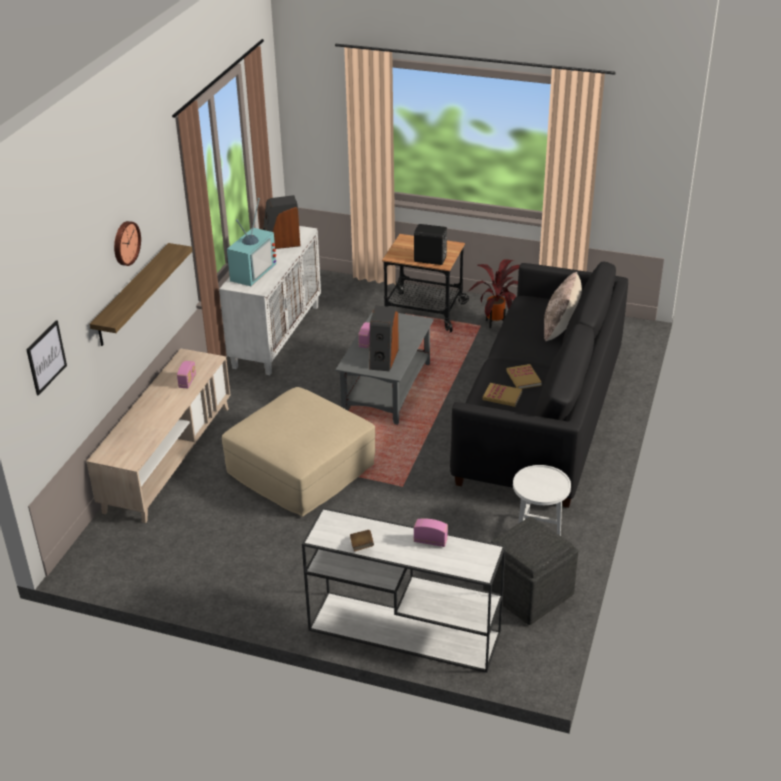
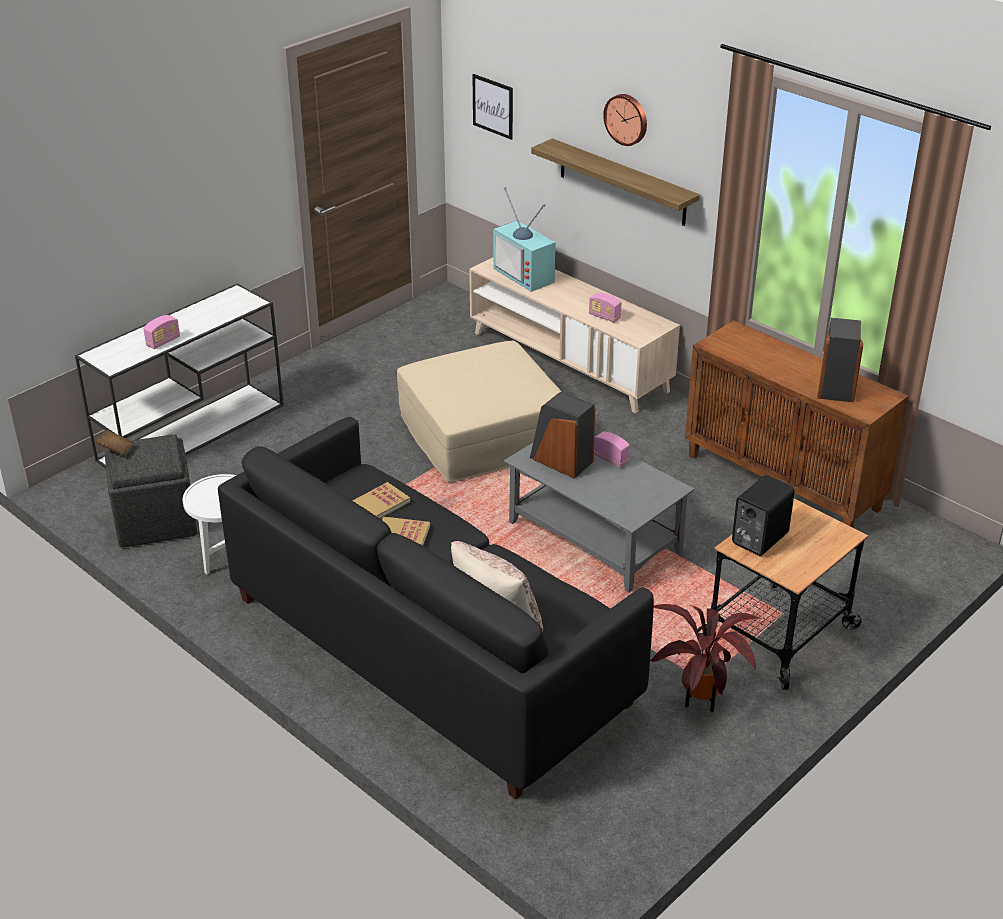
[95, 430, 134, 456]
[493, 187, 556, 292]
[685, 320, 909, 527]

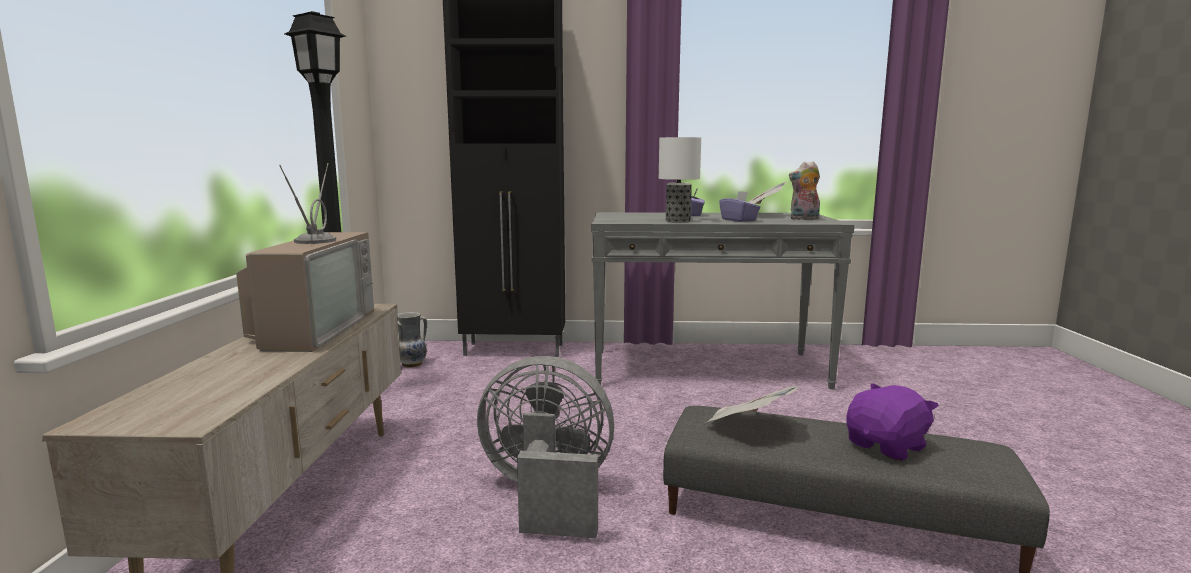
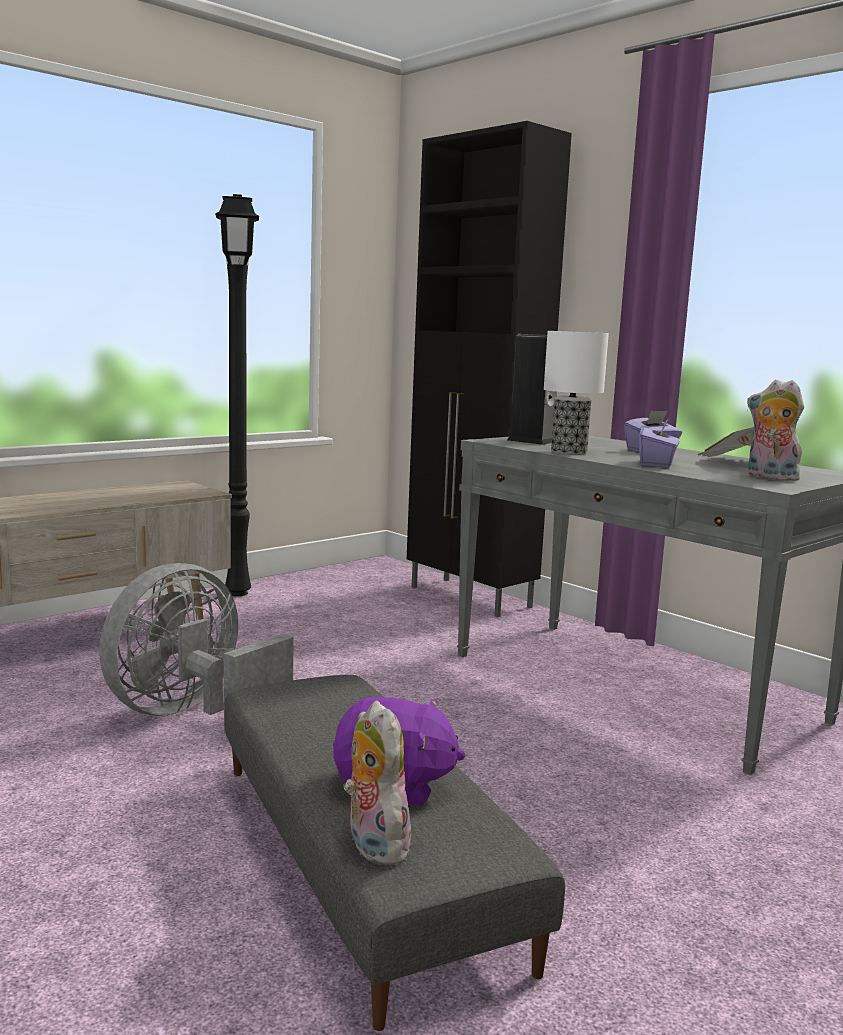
[99, 563, 294, 733]
[344, 701, 415, 865]
[507, 334, 557, 445]
[236, 163, 374, 352] (first image)
[397, 312, 427, 368] (first image)
[707, 386, 798, 422] (first image)

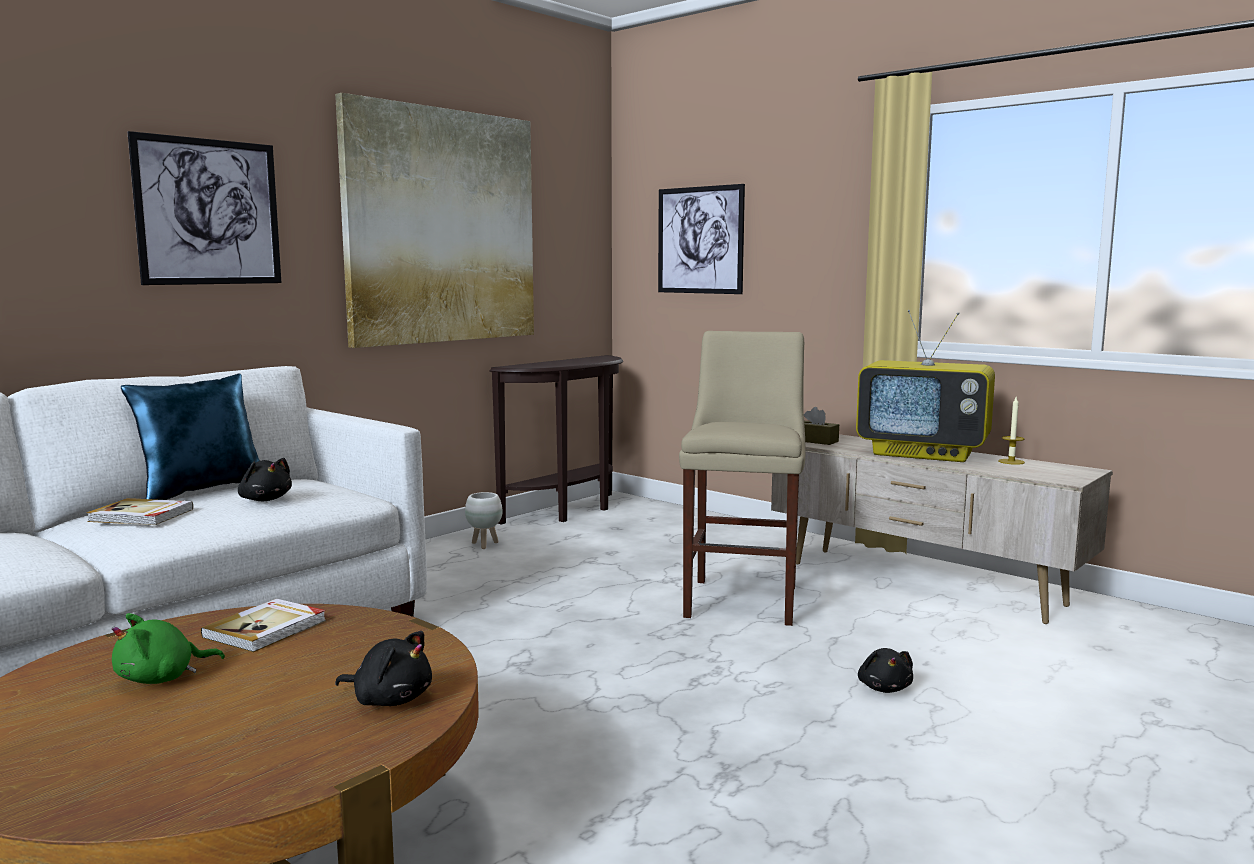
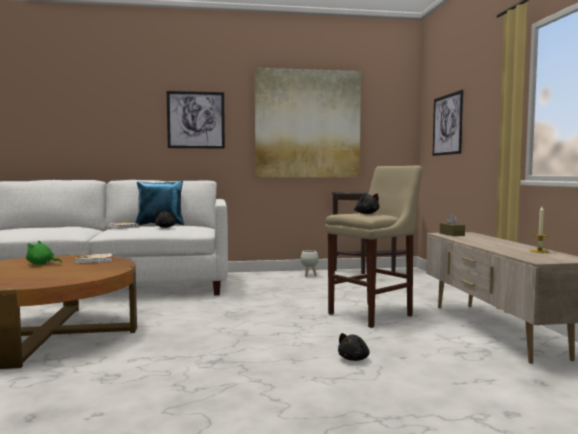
[354, 193, 380, 214]
[856, 310, 995, 462] (first image)

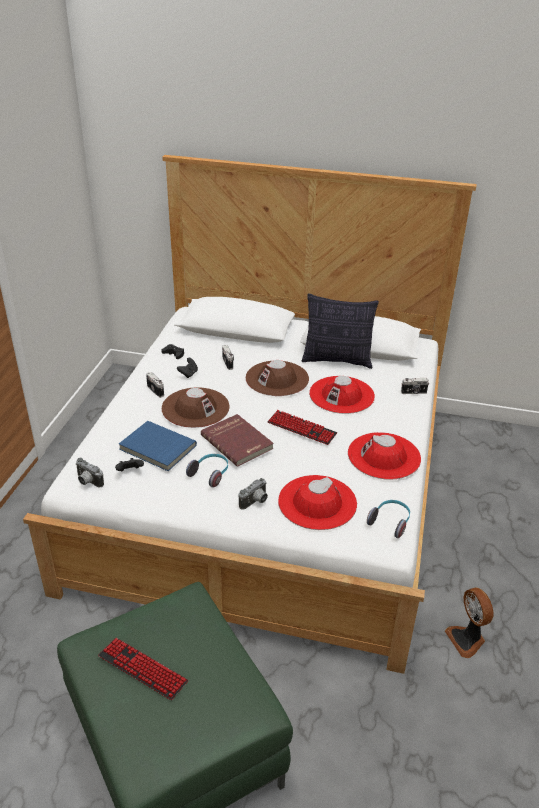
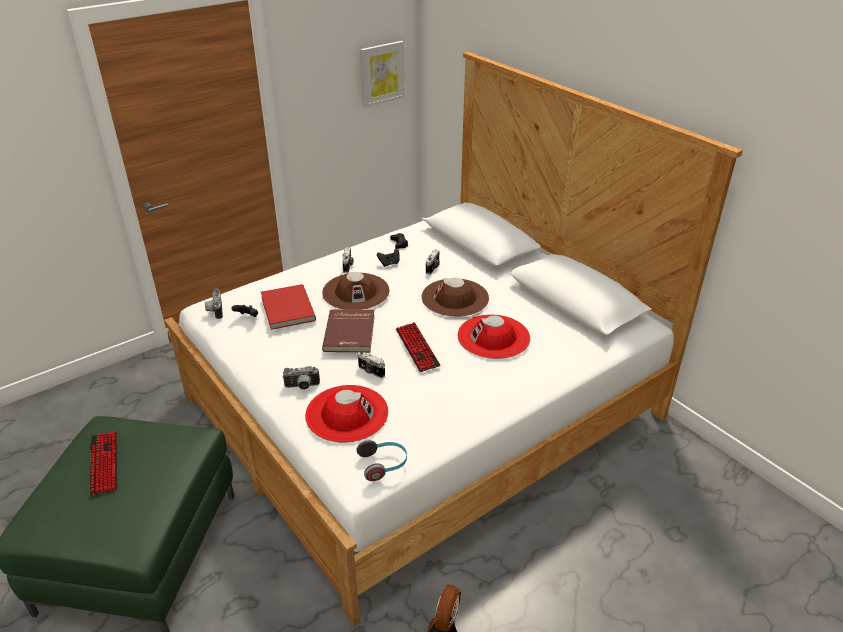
[261, 284, 316, 330]
[358, 351, 385, 378]
[360, 41, 405, 108]
[186, 454, 228, 488] (first image)
[302, 293, 379, 369] (first image)
[348, 432, 421, 480] (first image)

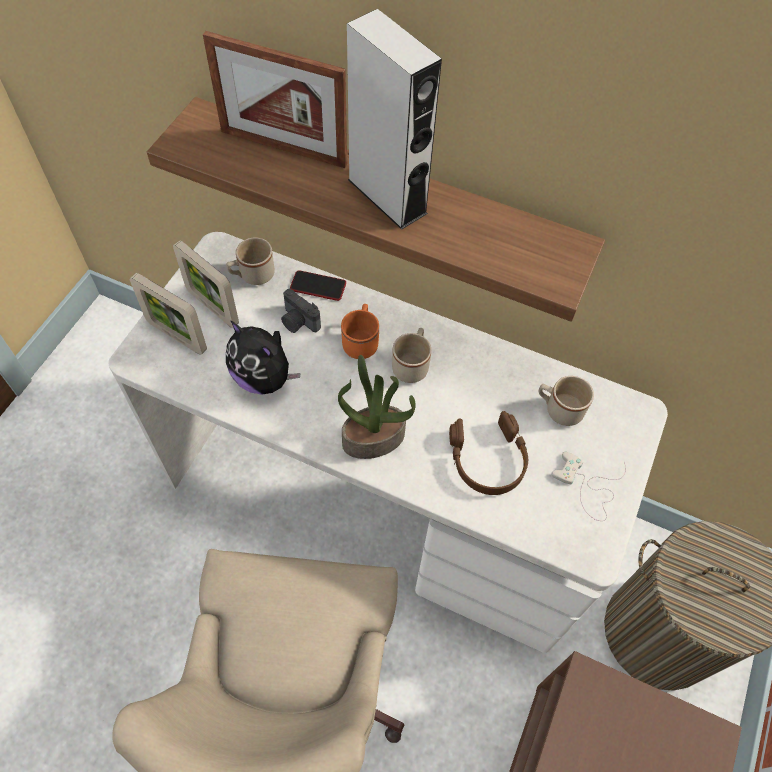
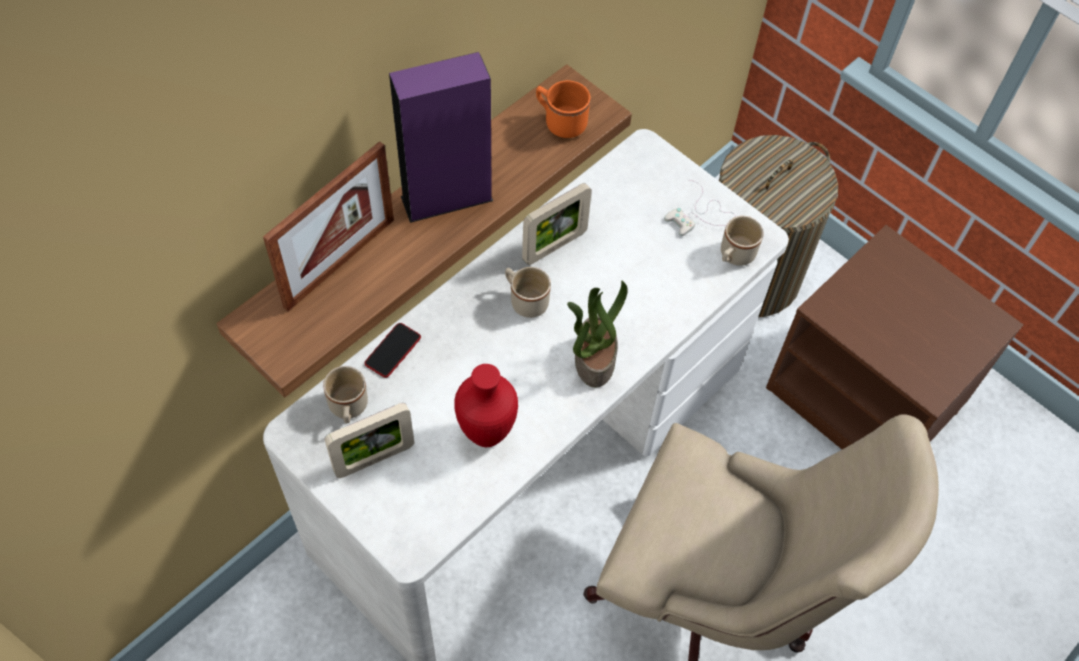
[389, 52, 493, 223]
[454, 364, 518, 447]
[522, 183, 592, 265]
[536, 80, 591, 138]
[721, 216, 764, 266]
[281, 289, 321, 333] (first image)
[449, 411, 528, 495] (first image)

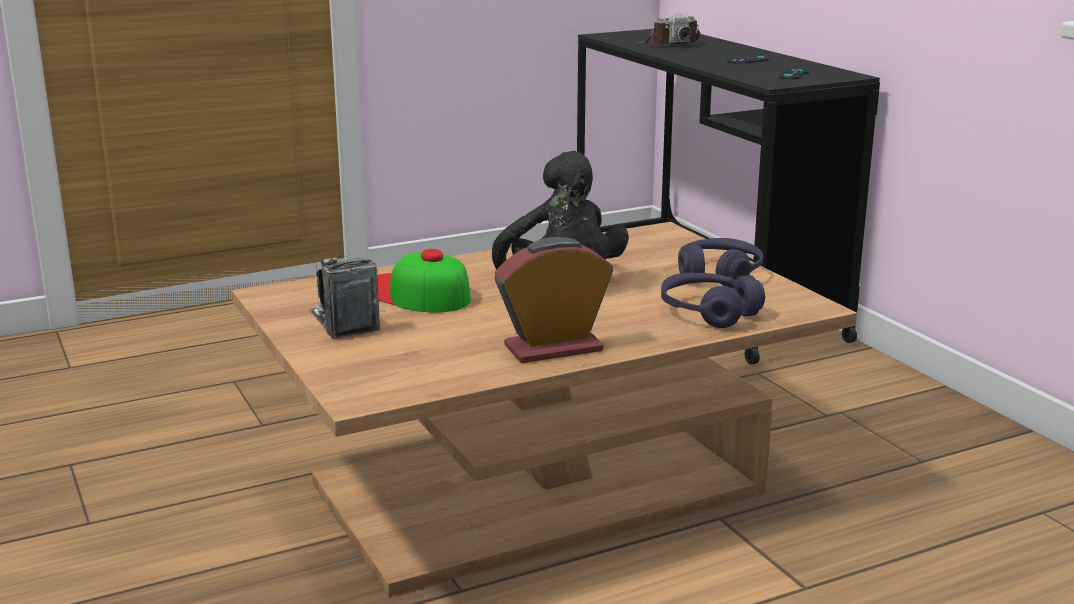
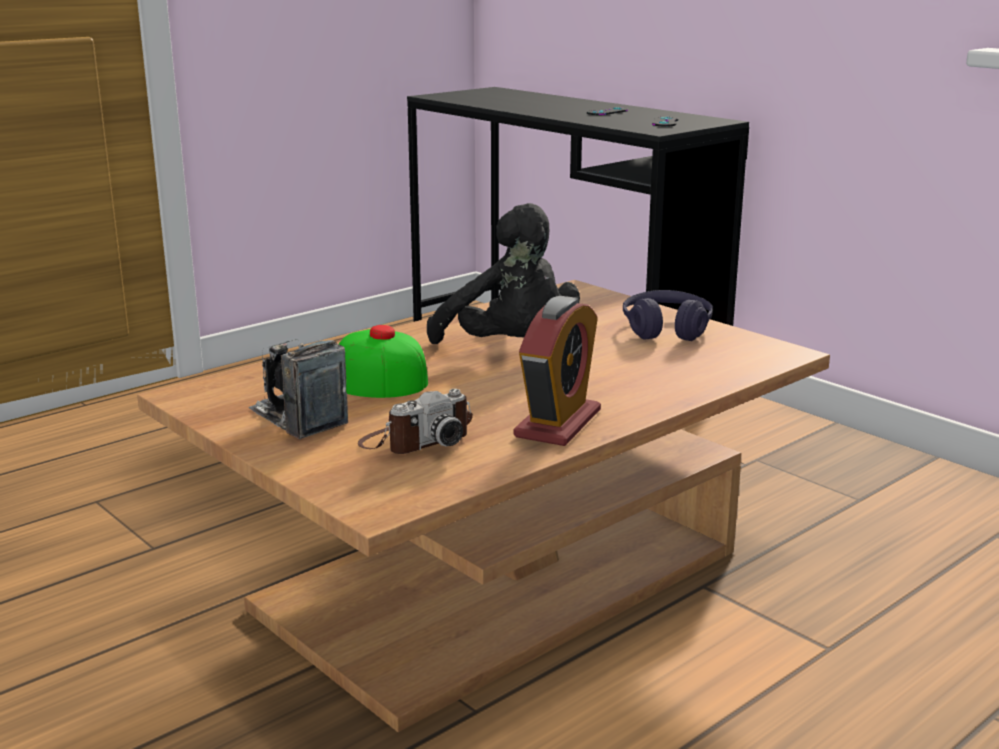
[358, 389, 473, 454]
[514, 296, 601, 446]
[661, 273, 765, 328] (first image)

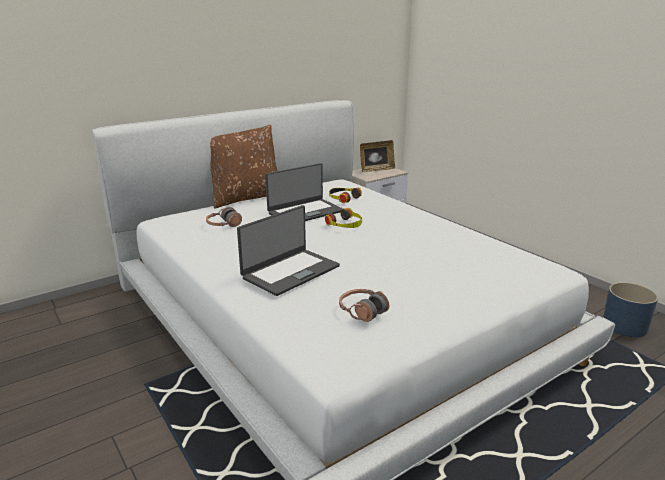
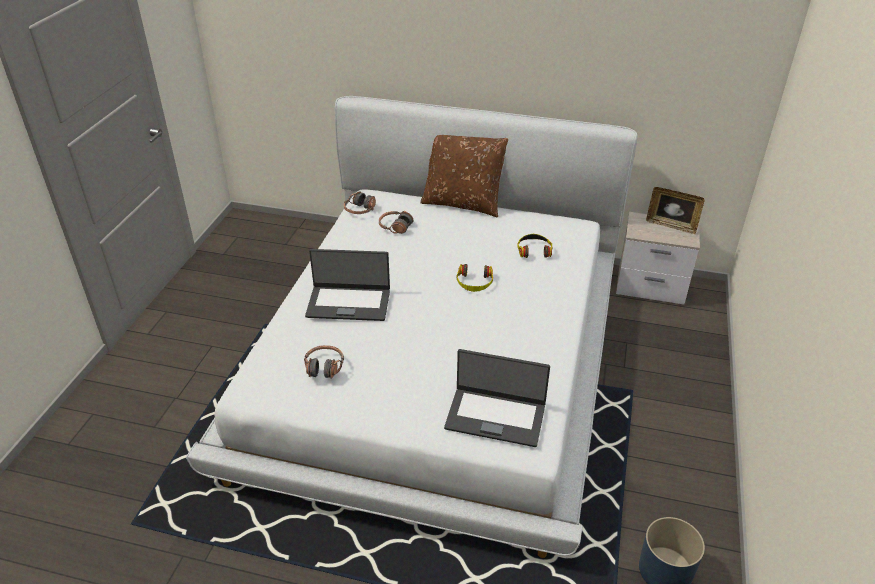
[344, 191, 376, 214]
[444, 349, 550, 447]

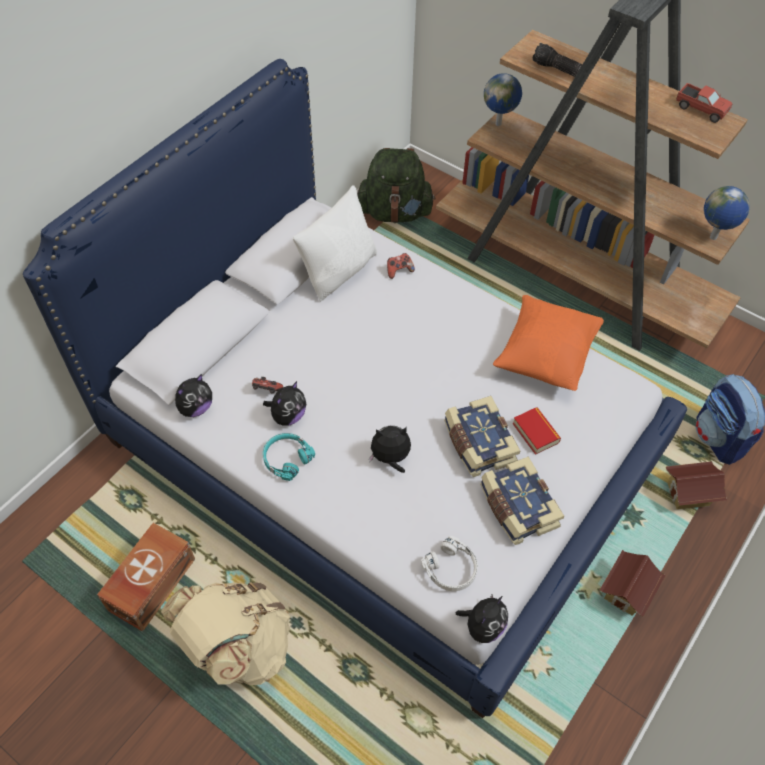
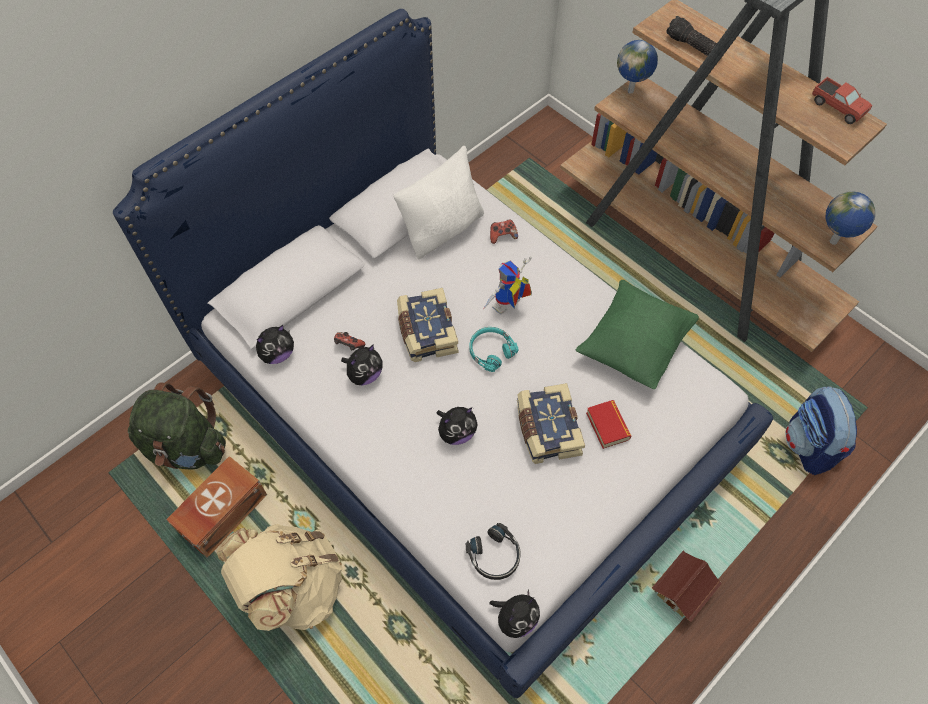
[128, 382, 226, 470]
[397, 288, 458, 362]
[436, 407, 478, 445]
[466, 523, 521, 580]
[469, 327, 519, 372]
[482, 256, 532, 315]
[576, 280, 699, 389]
[666, 461, 727, 509] (first image)

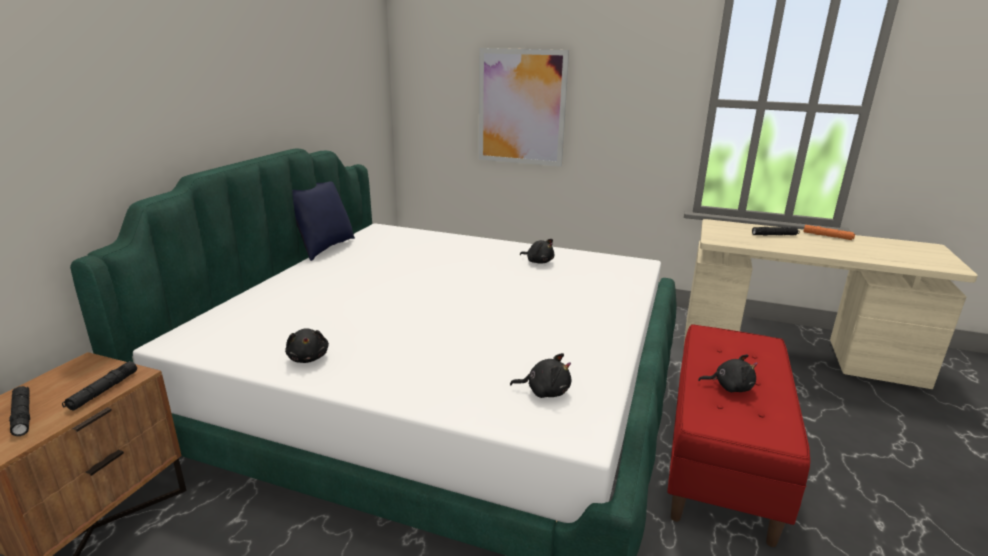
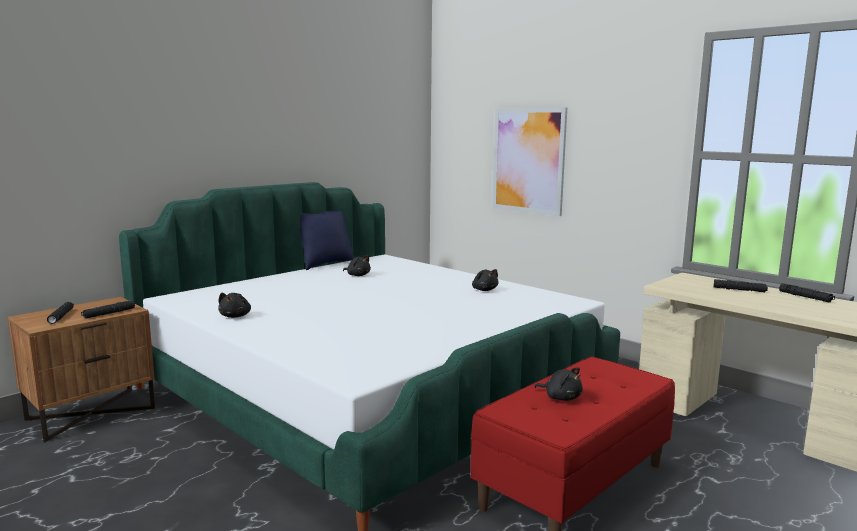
[343, 255, 371, 276]
[779, 283, 835, 302]

